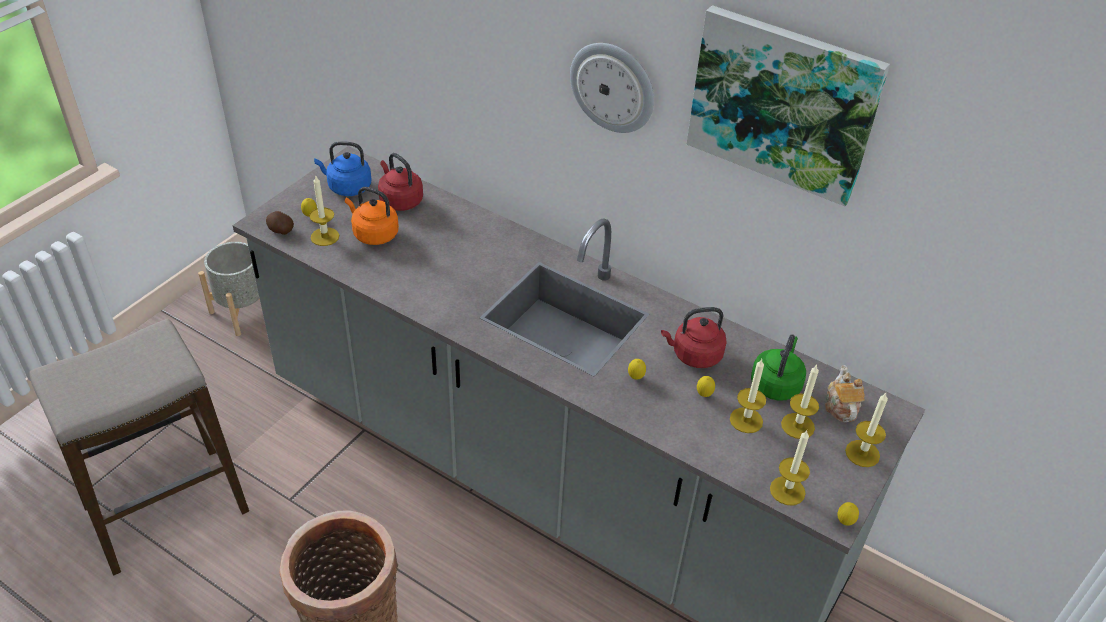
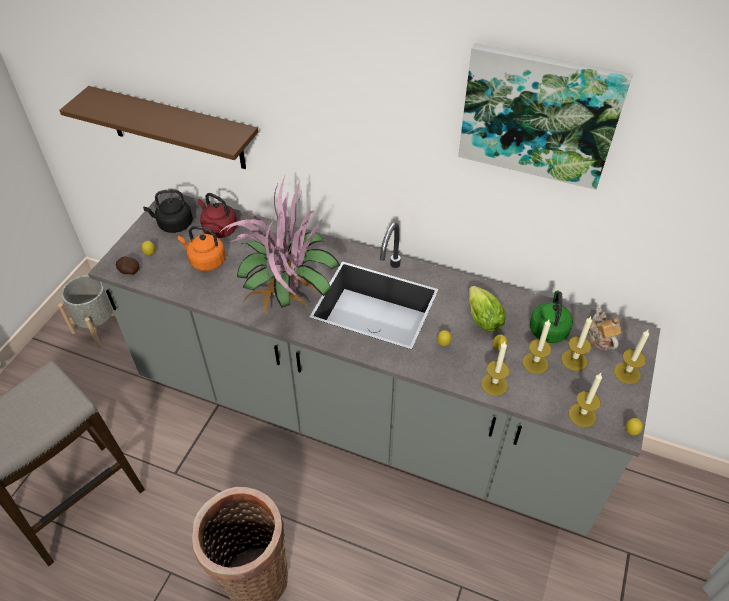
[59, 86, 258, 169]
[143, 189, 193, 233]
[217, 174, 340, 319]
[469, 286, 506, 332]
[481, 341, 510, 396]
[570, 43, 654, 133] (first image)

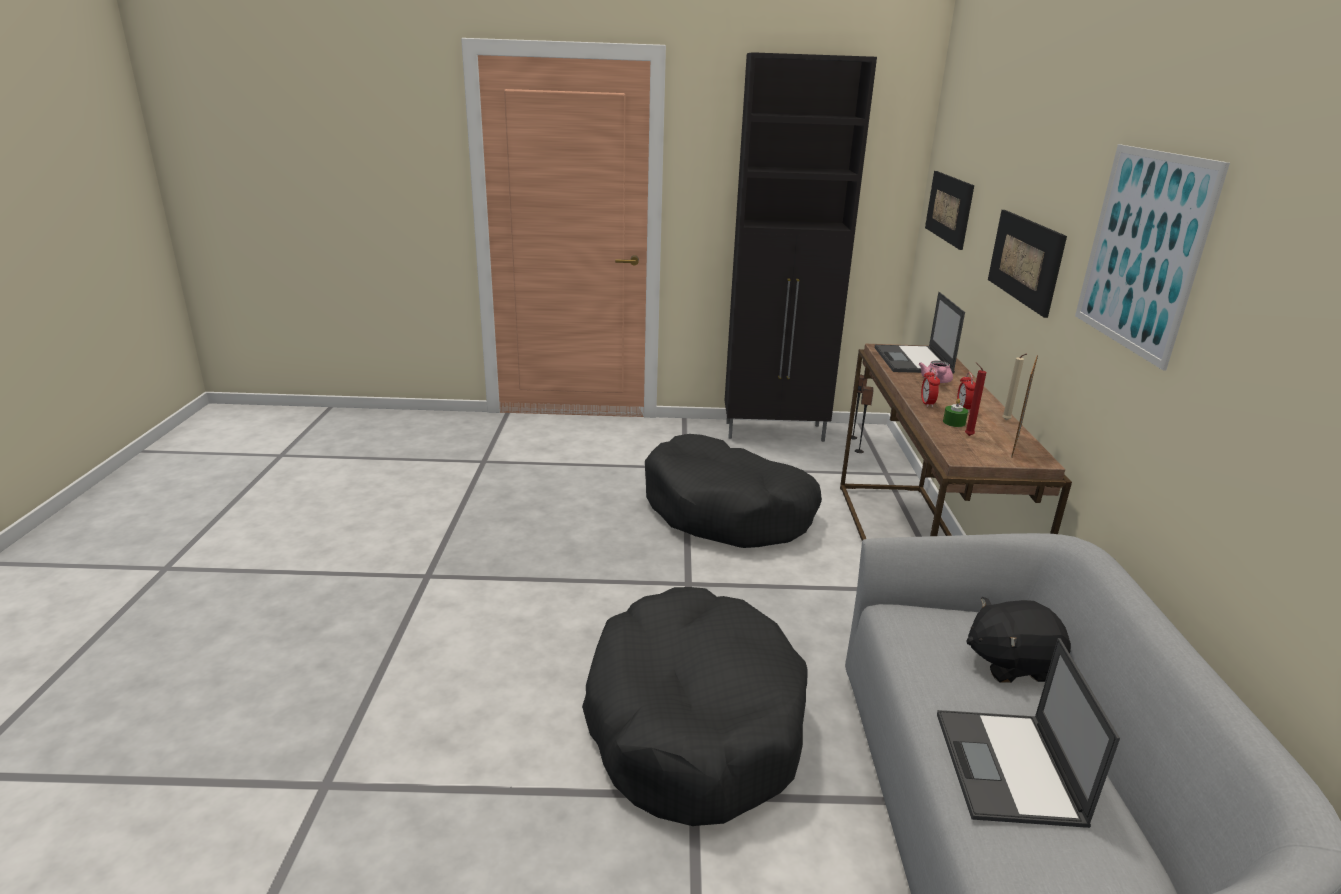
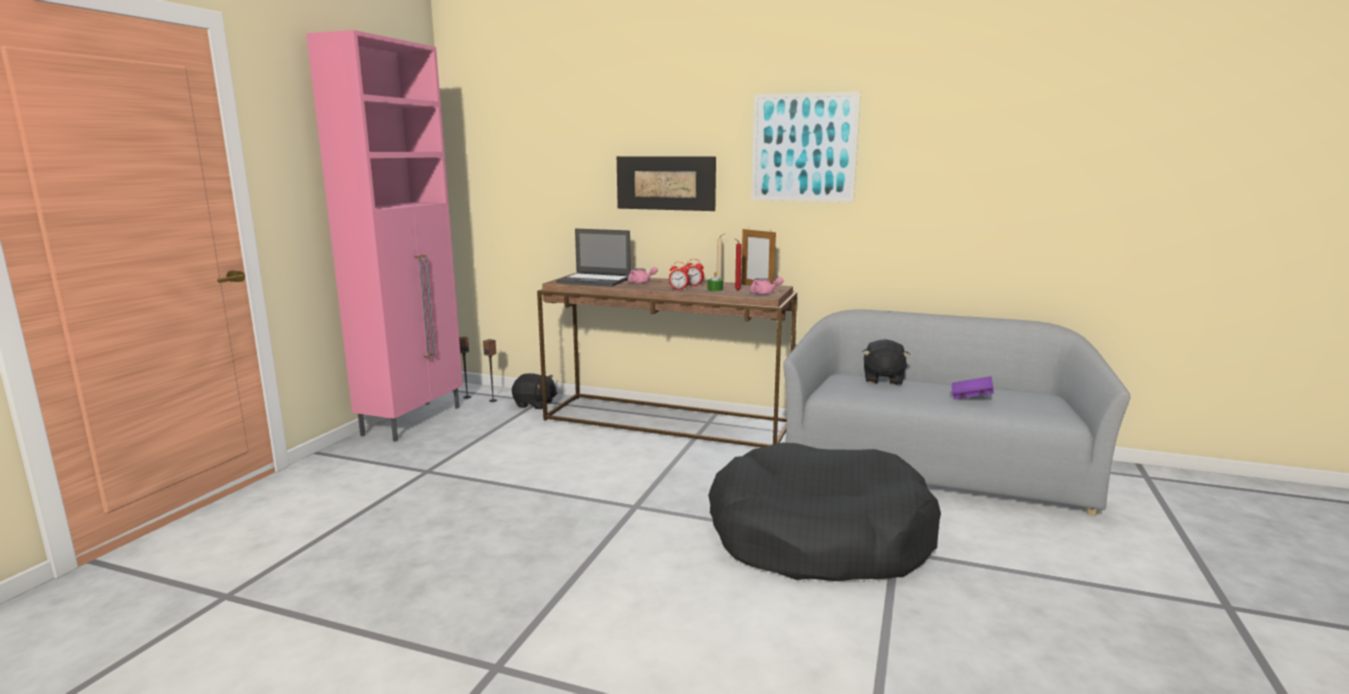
[306, 30, 463, 442]
[512, 373, 557, 409]
[750, 277, 784, 295]
[952, 376, 994, 400]
[645, 434, 822, 548] (first image)
[925, 171, 974, 250] (first image)

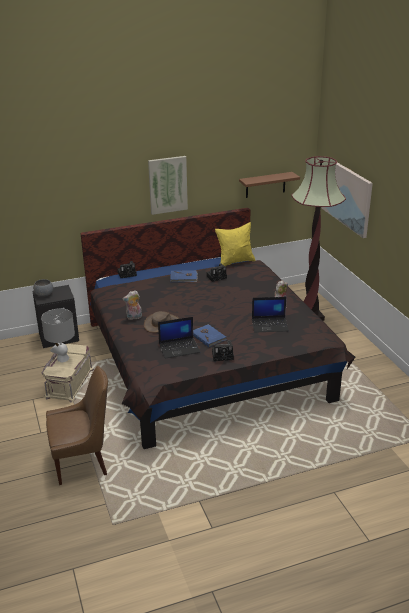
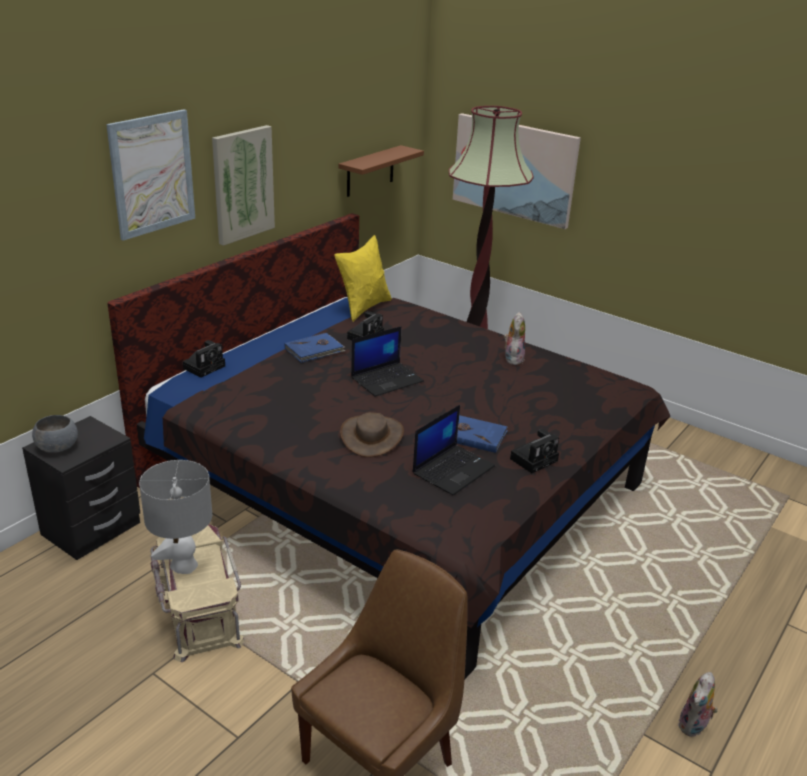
[106, 109, 195, 241]
[351, 326, 424, 397]
[678, 672, 718, 737]

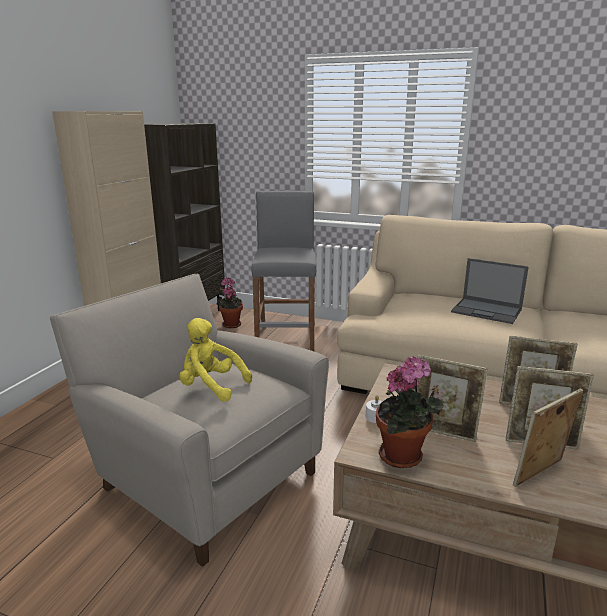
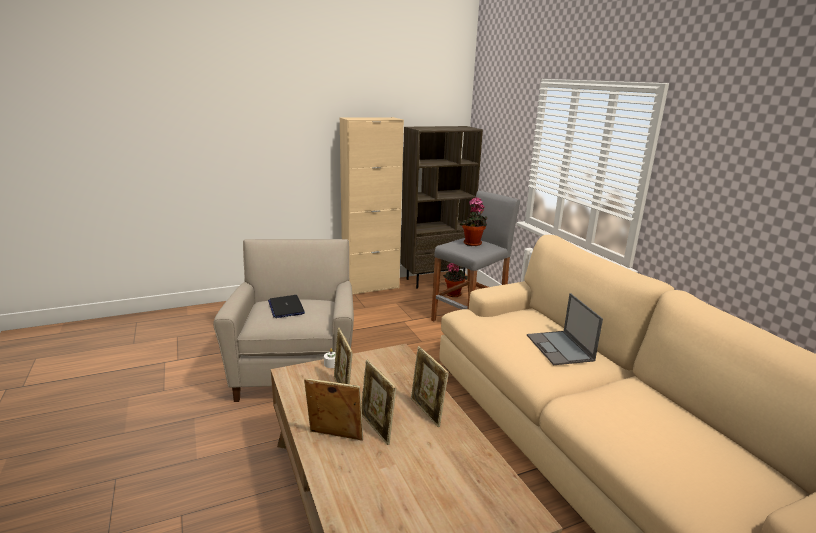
[268, 295, 305, 318]
[460, 197, 488, 246]

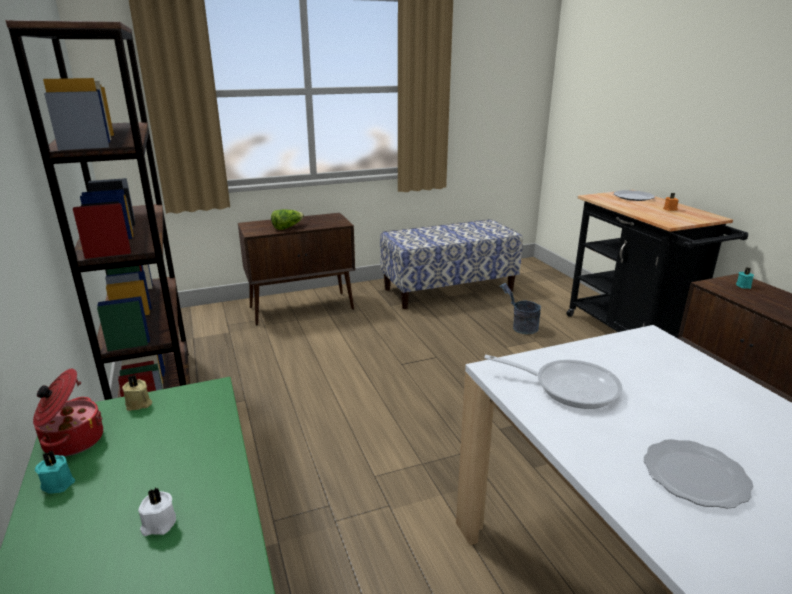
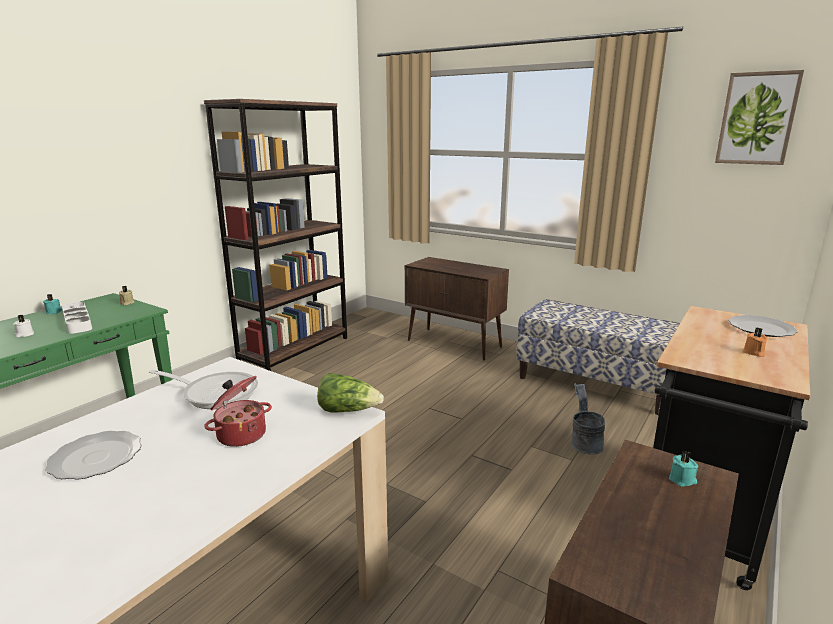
[62, 302, 92, 334]
[149, 369, 258, 409]
[204, 376, 272, 447]
[317, 373, 384, 413]
[715, 70, 804, 165]

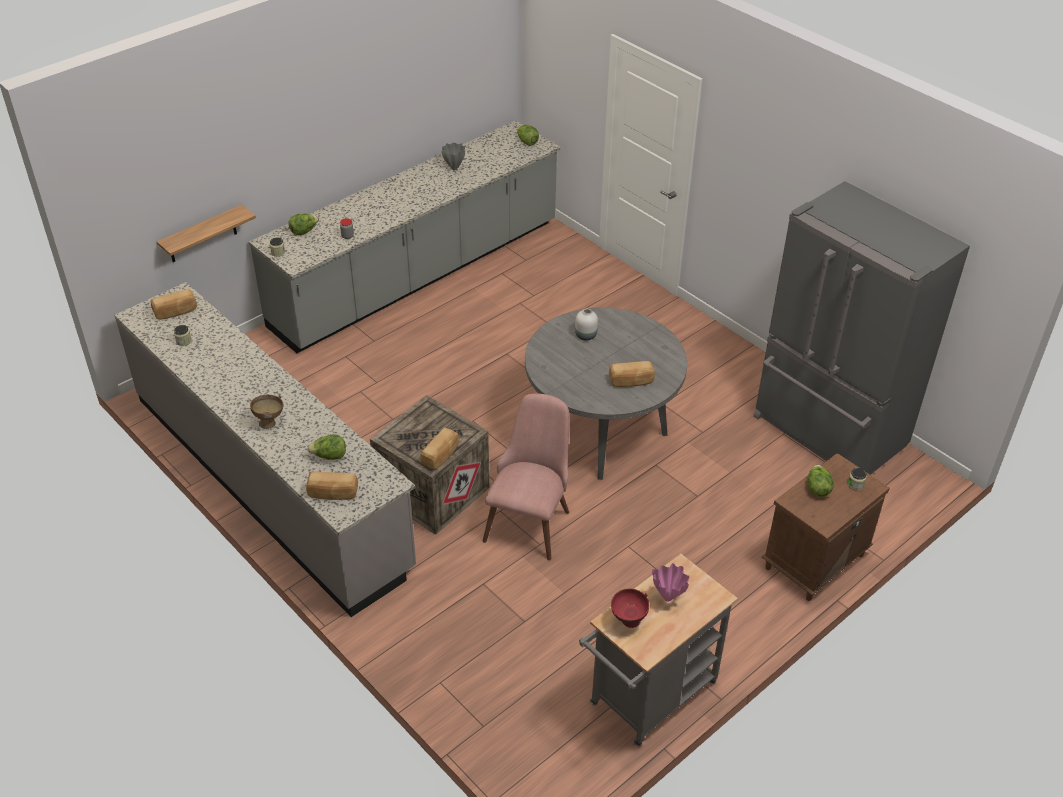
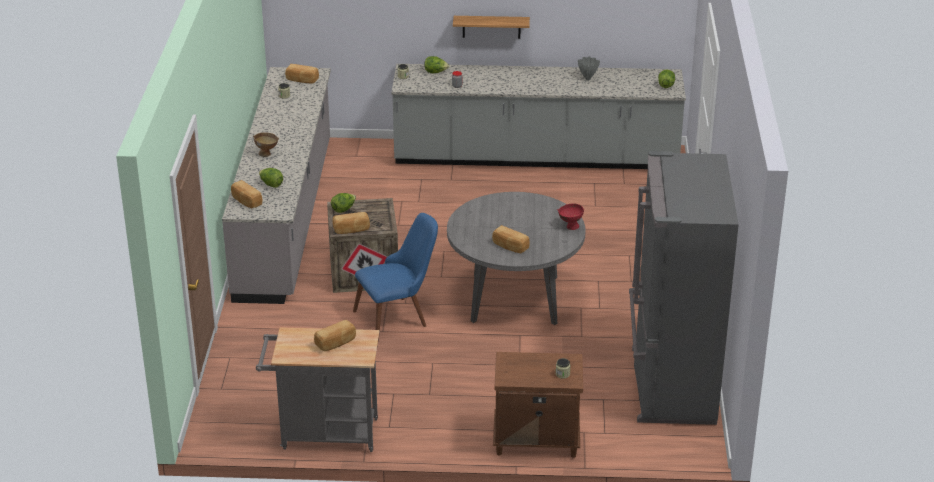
[314, 320, 356, 351]
[331, 193, 356, 213]
[353, 213, 438, 341]
[453, 16, 530, 39]
[557, 203, 584, 230]
[575, 309, 598, 340] (first image)

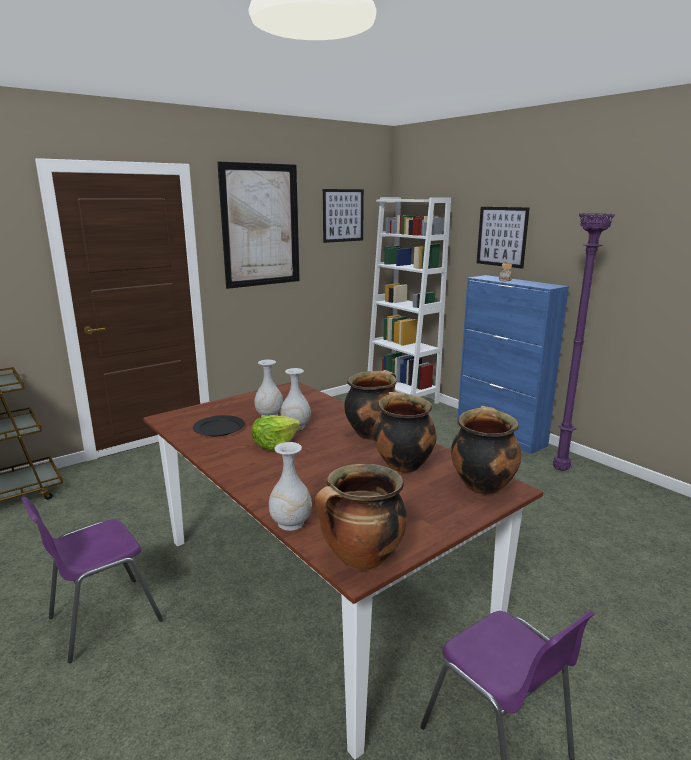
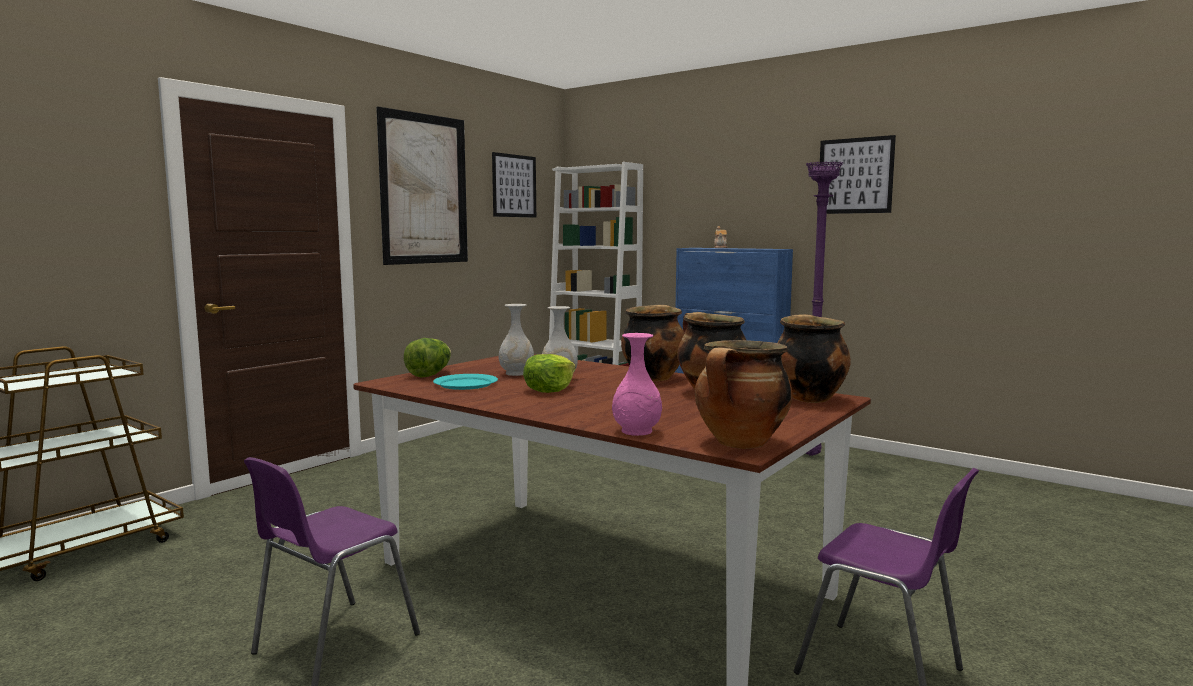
[404, 338, 451, 378]
[433, 374, 498, 390]
[612, 333, 662, 436]
[820, 135, 896, 214]

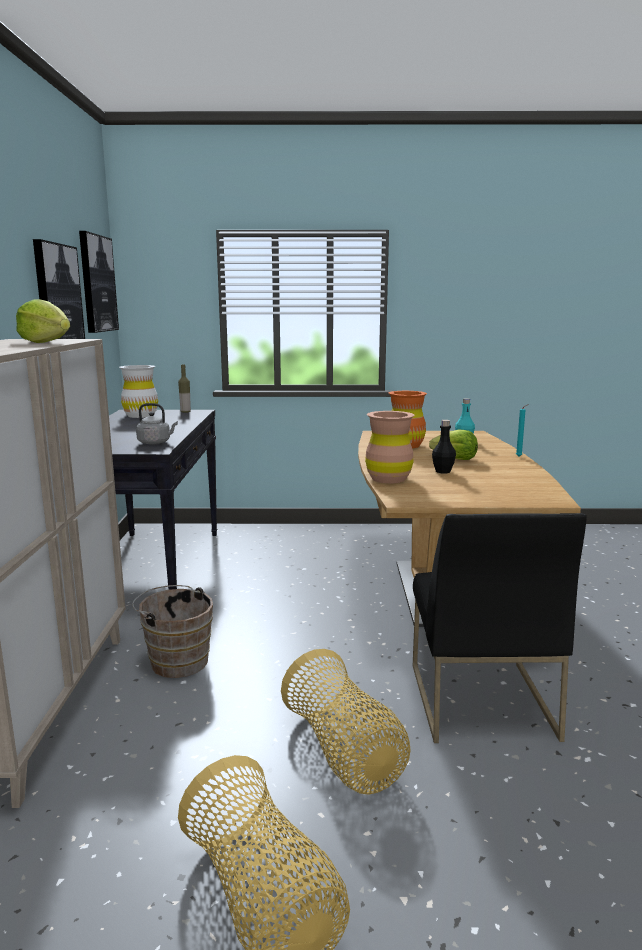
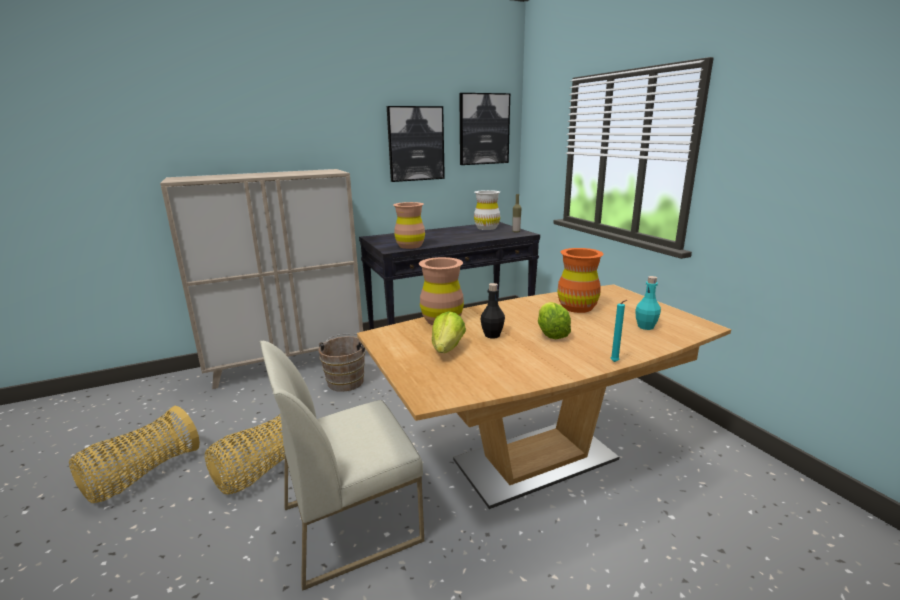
[260, 341, 424, 591]
[393, 202, 425, 249]
[432, 311, 466, 353]

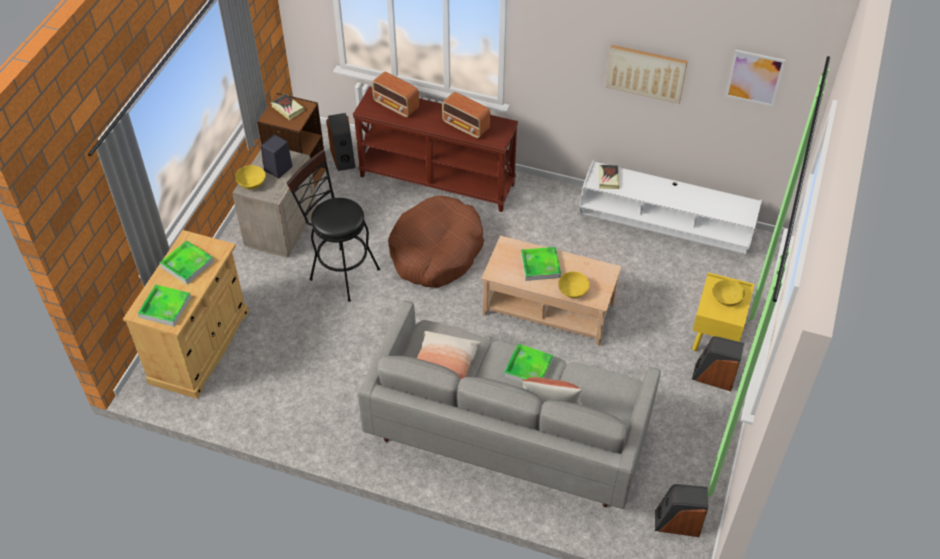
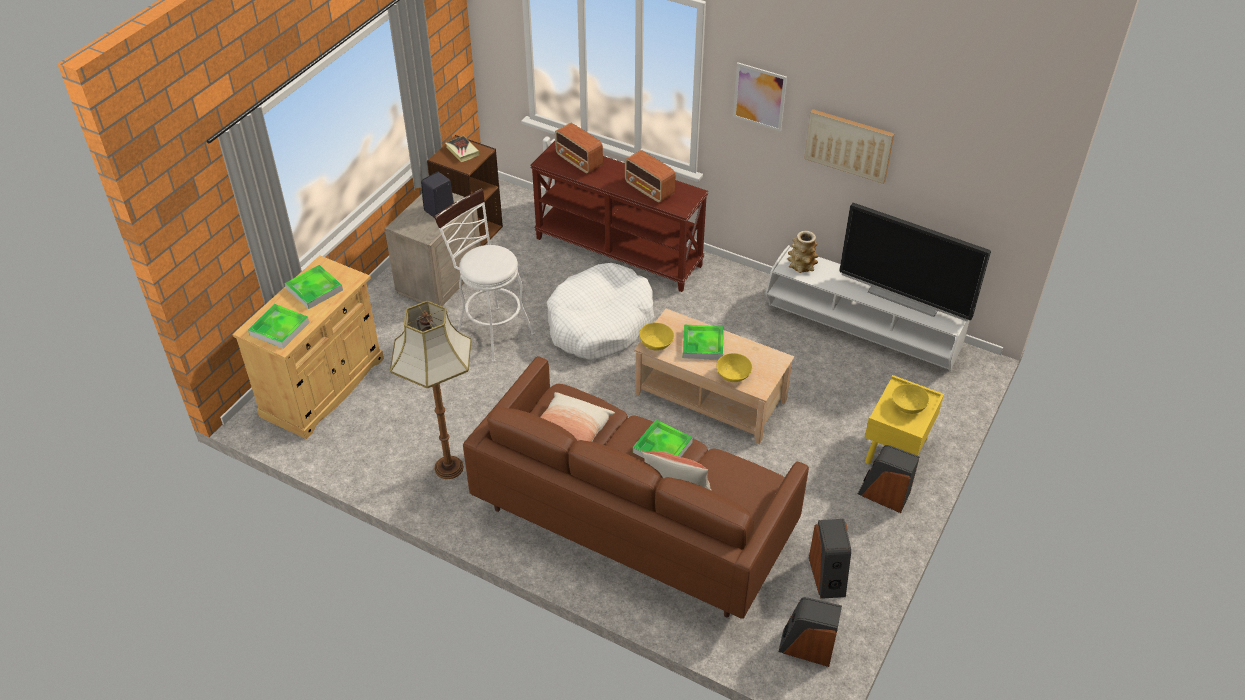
[390, 301, 472, 479]
[434, 189, 535, 362]
[463, 356, 809, 619]
[547, 263, 654, 360]
[639, 323, 674, 351]
[733, 63, 787, 132]
[788, 231, 818, 273]
[809, 519, 851, 599]
[839, 203, 991, 321]

